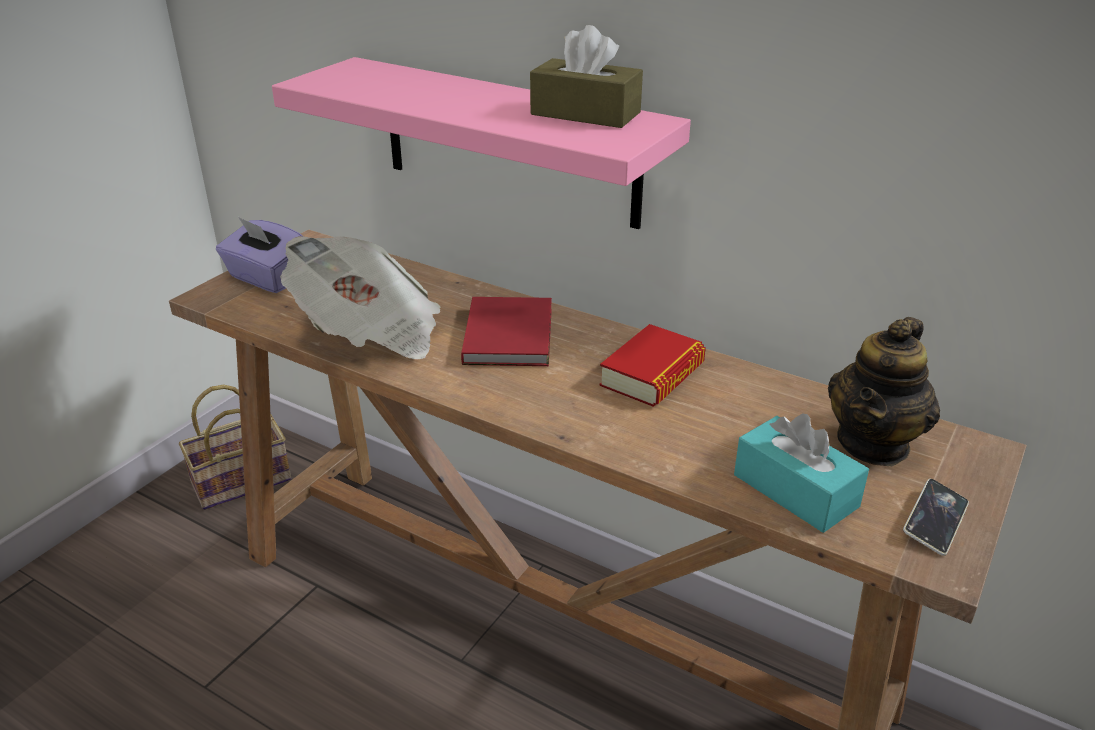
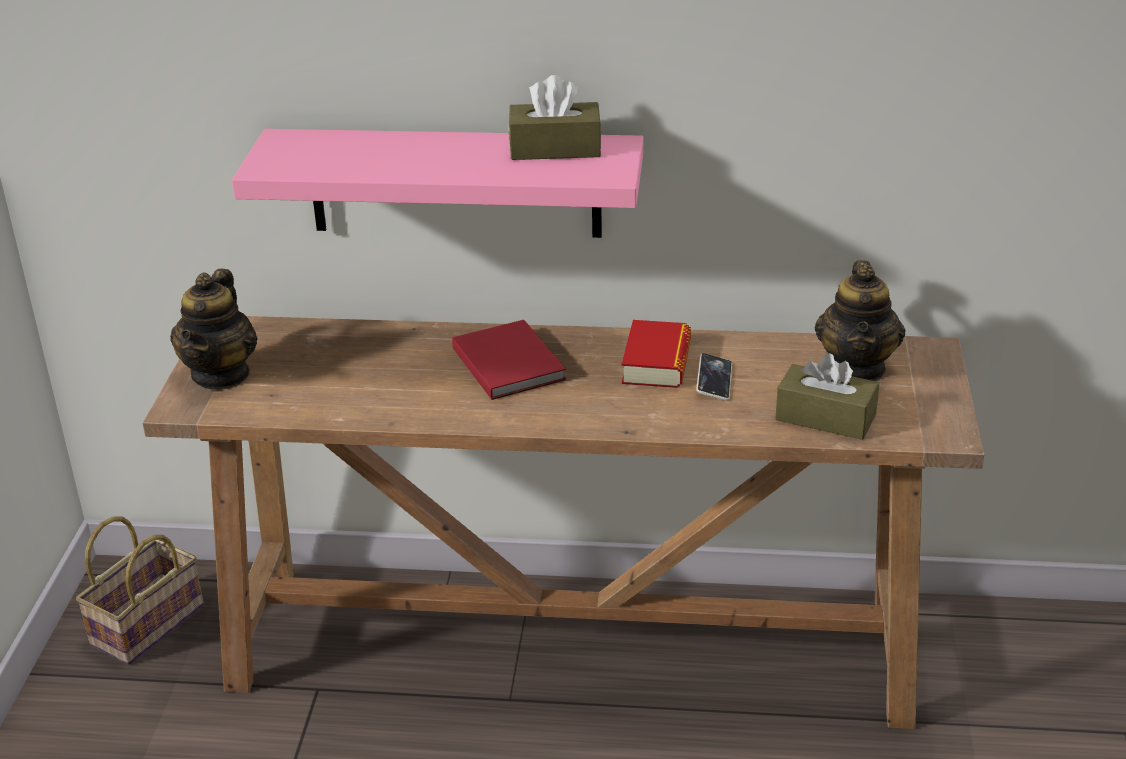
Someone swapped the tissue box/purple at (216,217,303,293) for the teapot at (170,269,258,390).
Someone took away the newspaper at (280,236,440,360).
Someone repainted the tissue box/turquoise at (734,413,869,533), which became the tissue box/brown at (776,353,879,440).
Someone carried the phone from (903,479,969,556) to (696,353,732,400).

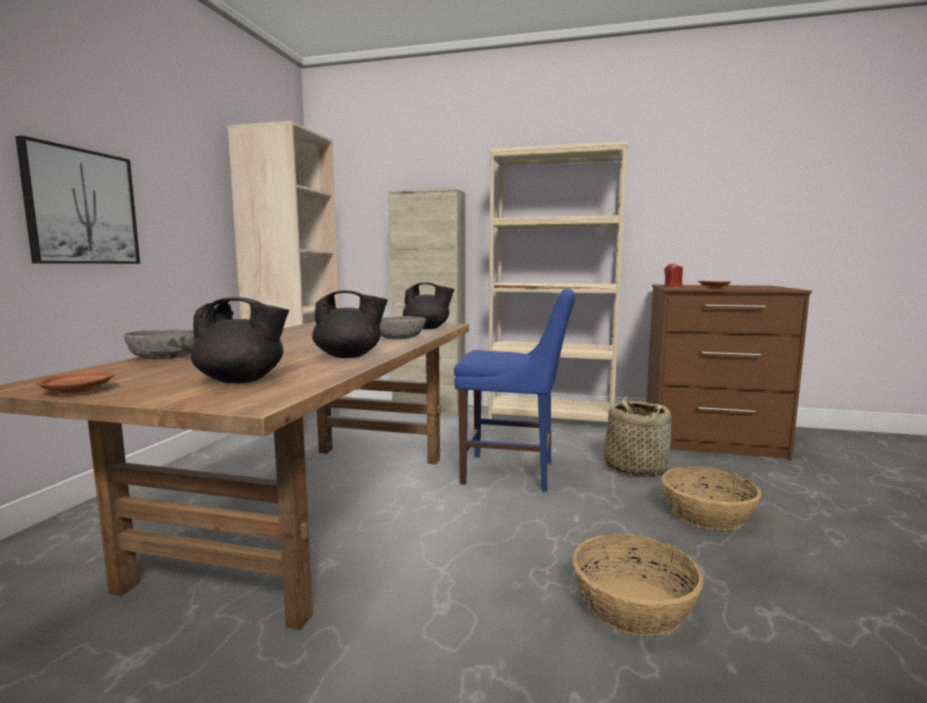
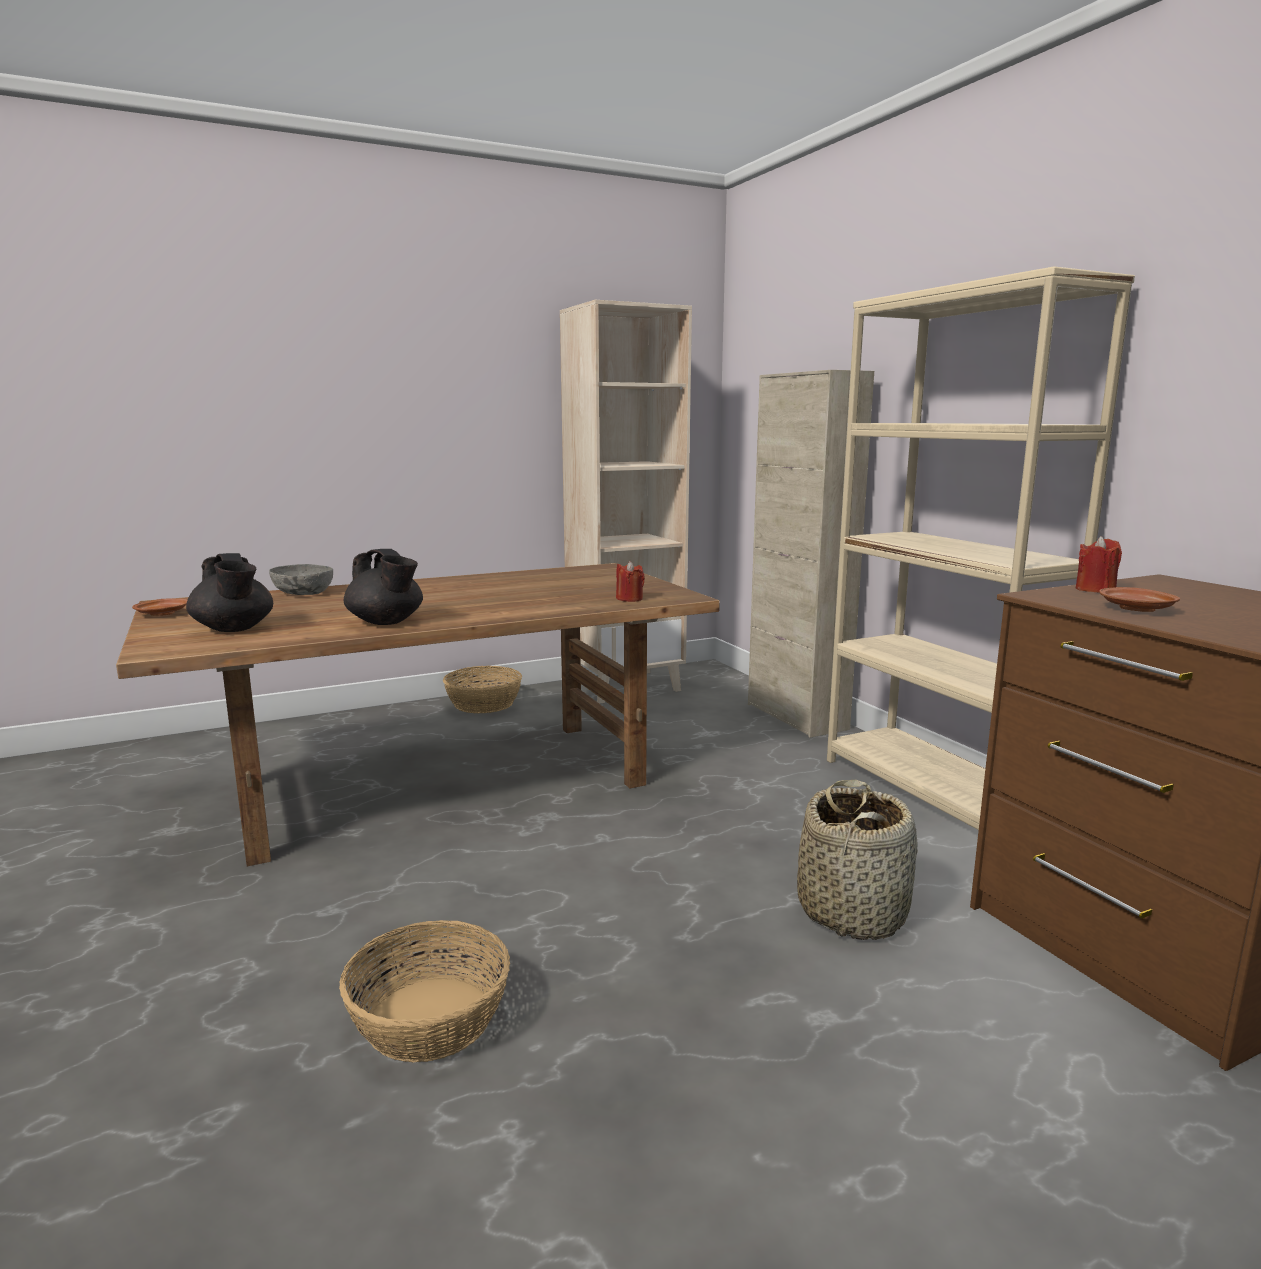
Someone took away the picture at (15,136,140,264).
Someone swapped the teapot/black at (403,282,454,329) for the candle/red at (616,561,645,602).
Someone took away the chair/blue at (454,289,575,492).
Someone took away the bowl/grey at (379,316,426,339).
Someone carried the basket from (662,466,762,531) to (443,666,522,713).

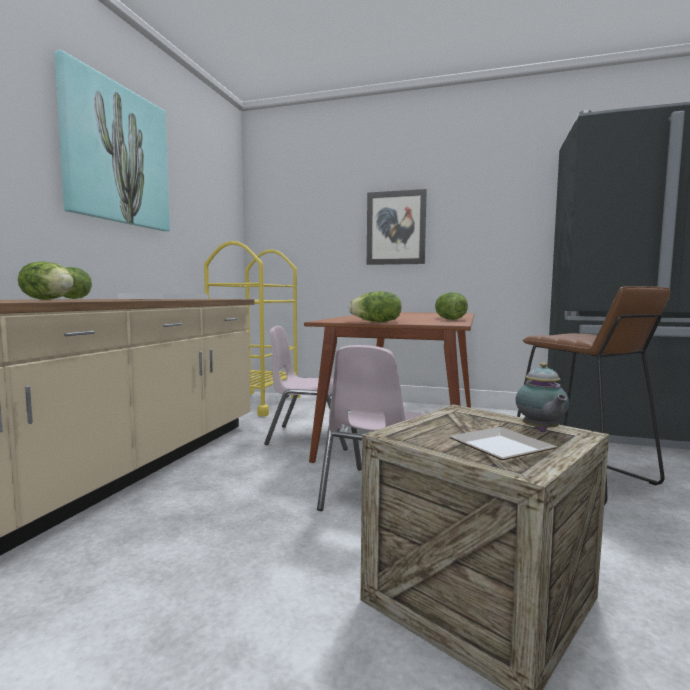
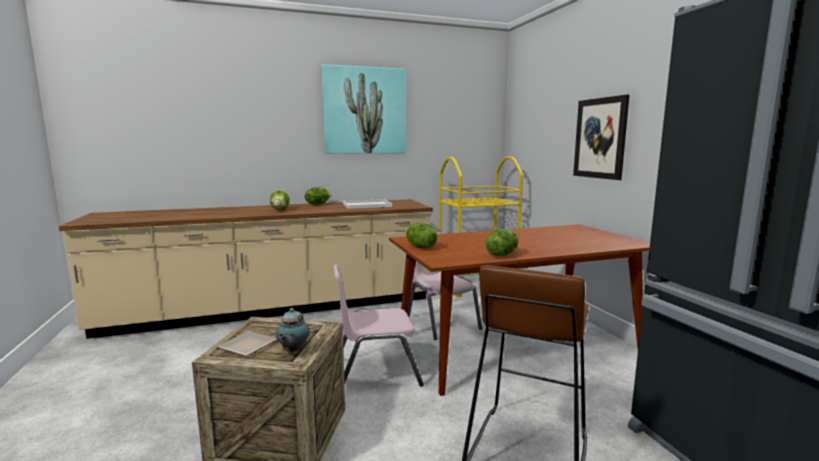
Someone rotated the teapot at (516,363,569,432) by 45 degrees counterclockwise.

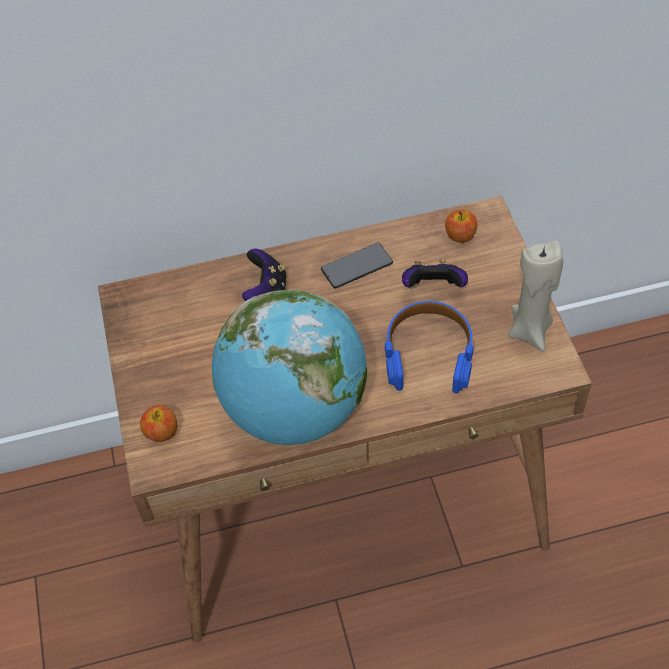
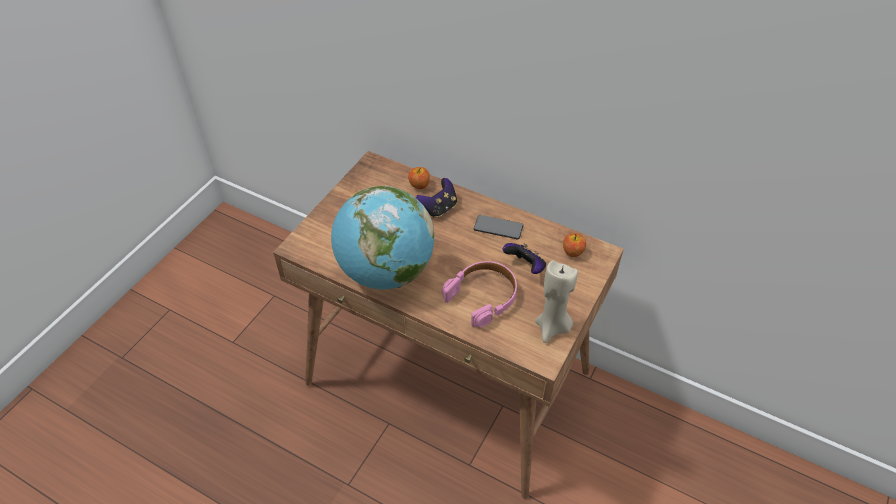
Someone repainted the headphones/blue at (385,301,474,393), which became the headphones/pink at (442,261,517,327).
Someone carried the apple from (140,405,177,442) to (408,167,430,189).

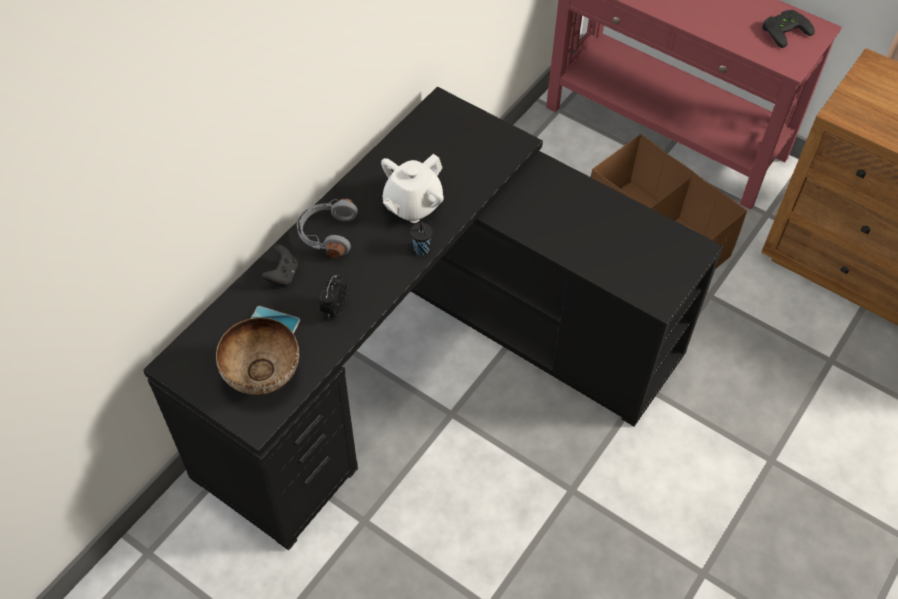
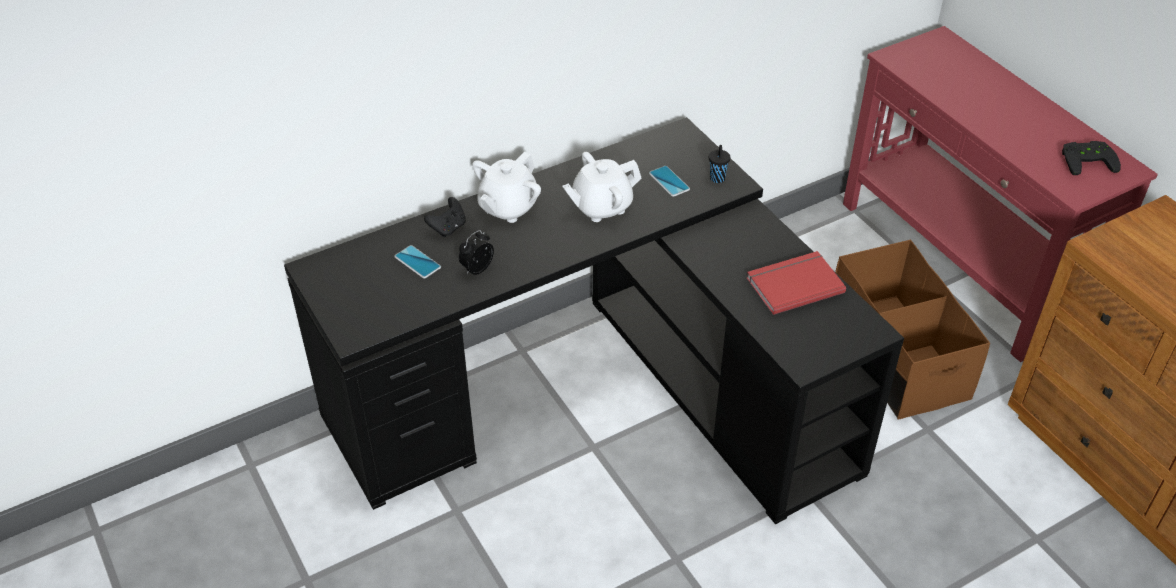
Someone swapped the headphones/grey at (297,198,358,258) for the teapot/white at (472,152,541,223).
Someone carried the cup/black from (410,222,433,255) to (709,145,730,183).
Someone took away the bowl at (216,318,299,395).
Someone put down the phone at (649,166,690,197).
Someone put down the book/red at (747,251,846,315).

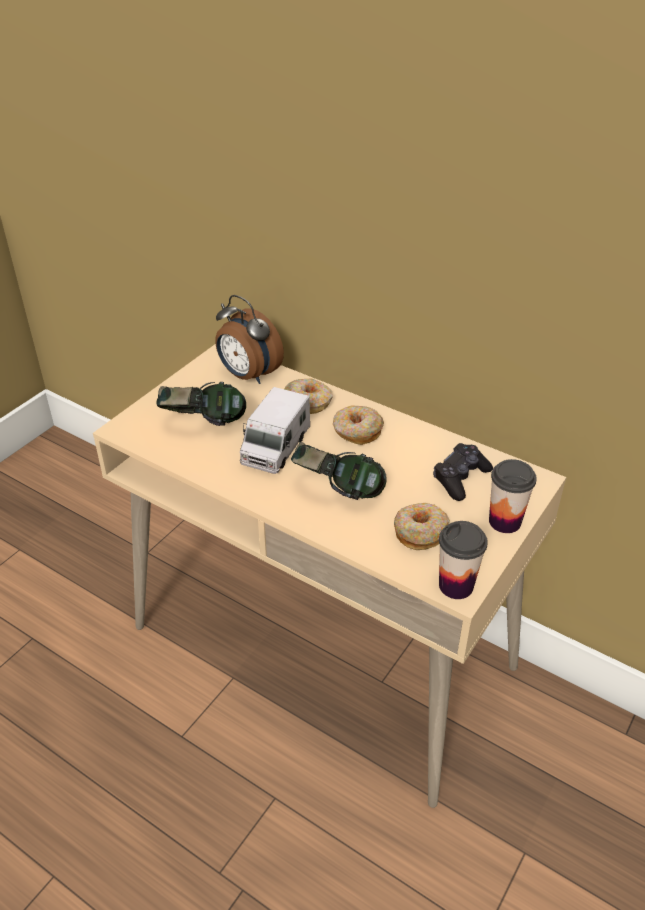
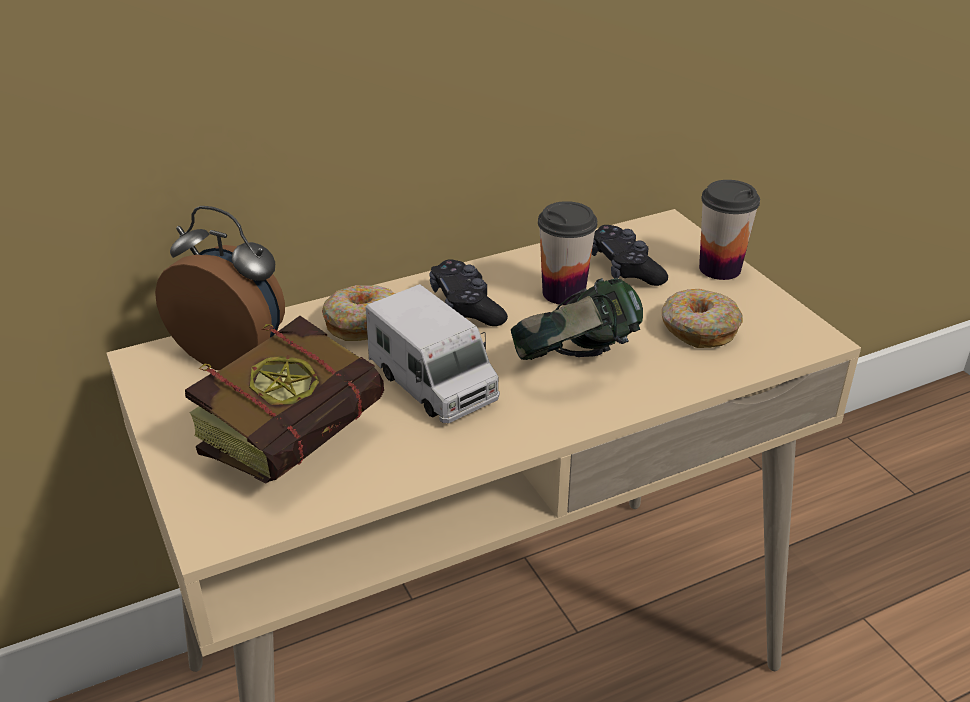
Someone rotated the alarm clock at (215,295,284,384) by 135 degrees counterclockwise.
Someone swapped the headphones at (157,382,246,426) for the book at (185,316,384,484).
Someone swapped the donut at (333,406,384,445) for the game controller/black at (429,259,508,326).
Someone carried the cup from (439,521,488,599) to (538,201,597,305).

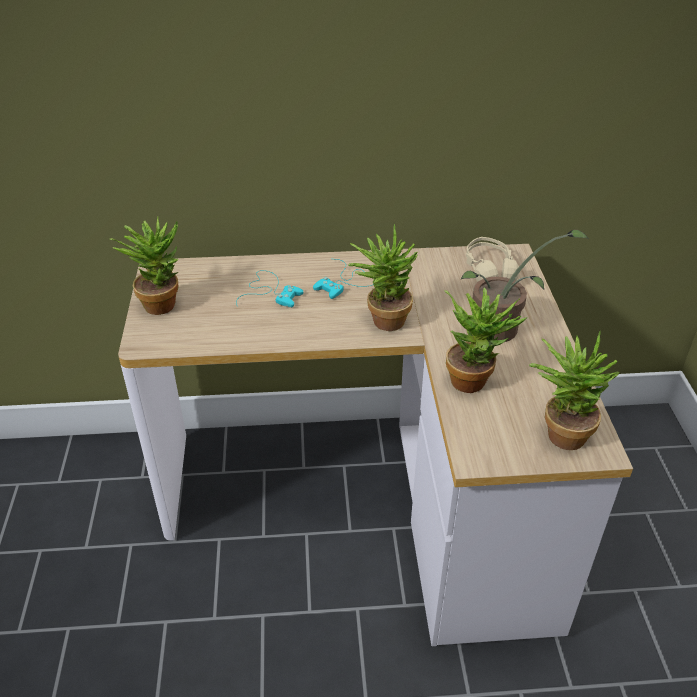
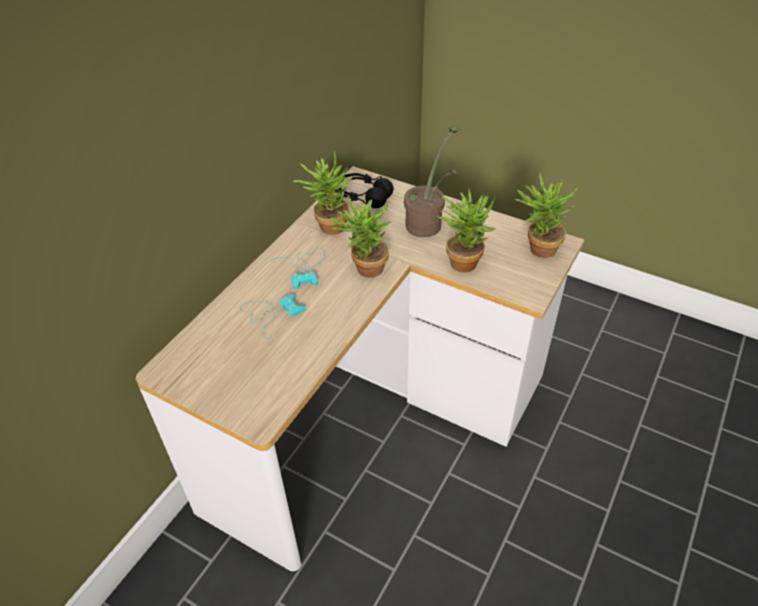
Someone carried the potted plant from (110,216,179,315) to (293,151,353,235).
Someone repainted the headphones/beige at (466,237,519,282), which became the headphones/black at (339,173,394,208).

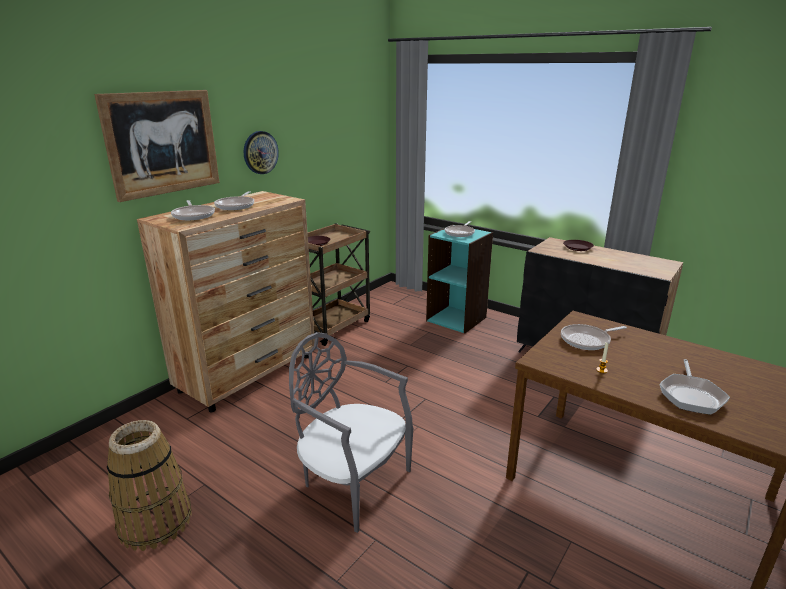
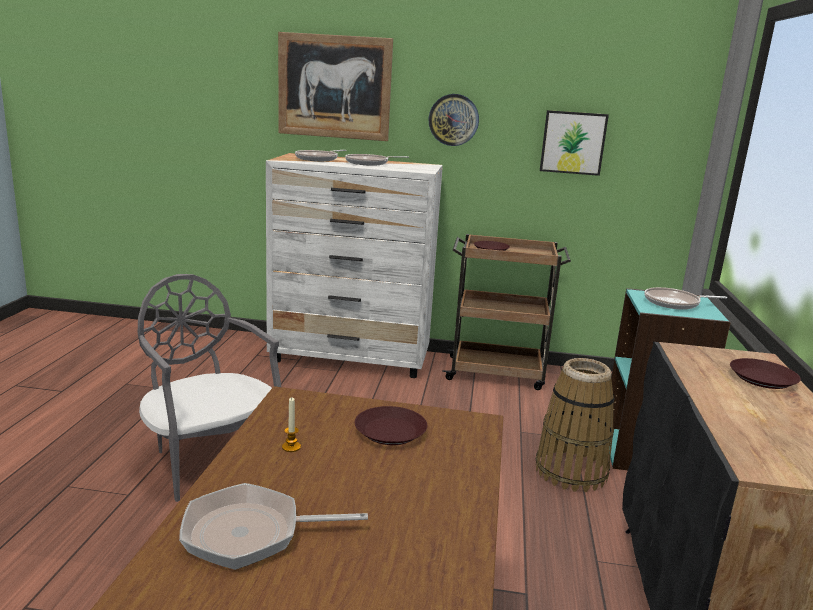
Someone repainted the dresser/brown at (137,191,315,412), which became the dresser/white at (266,153,443,378).
Someone swapped the frying pan at (561,324,627,350) for the plate/brown at (355,406,427,445).
Someone rotated the chair/grey at (289,332,413,533) by 45 degrees counterclockwise.
Someone carried the basket from (107,420,192,551) to (535,358,615,492).
Someone put up the picture at (540,110,609,176).

